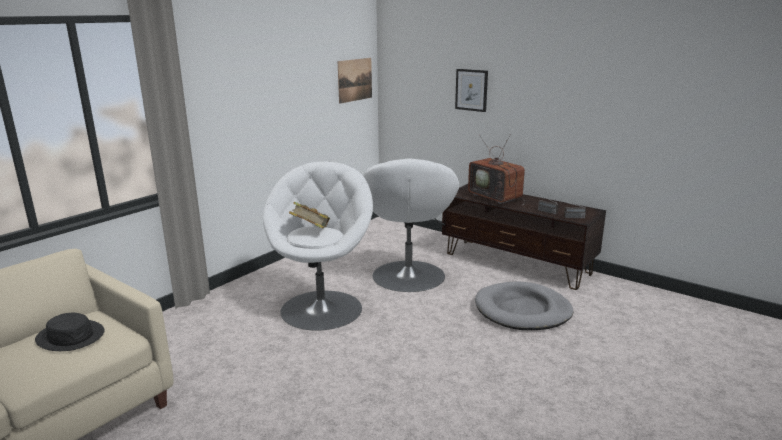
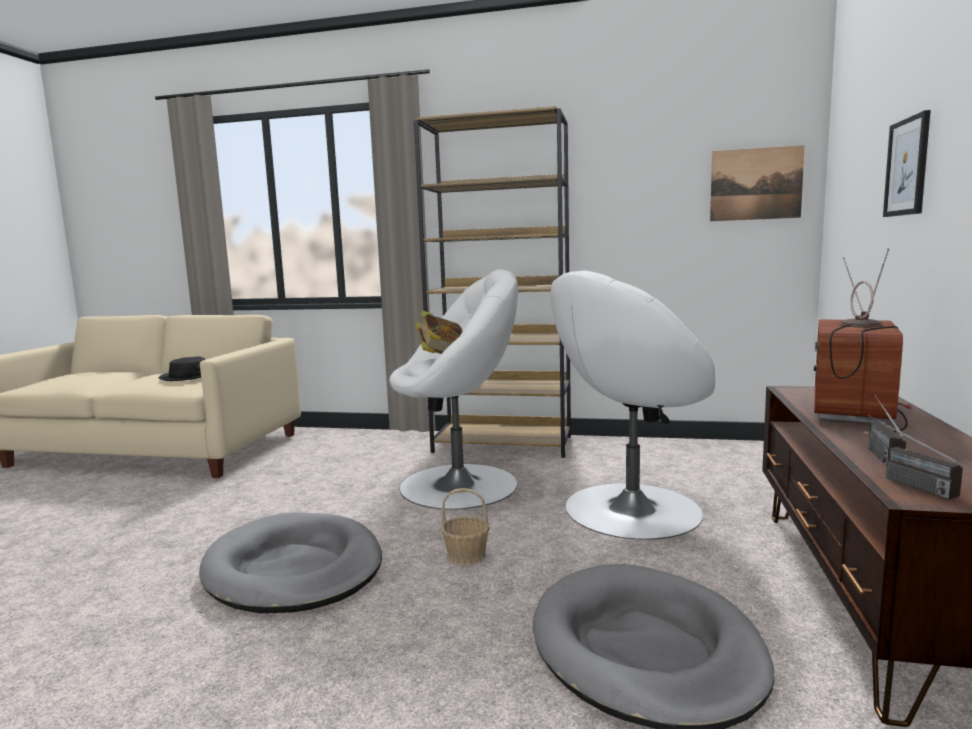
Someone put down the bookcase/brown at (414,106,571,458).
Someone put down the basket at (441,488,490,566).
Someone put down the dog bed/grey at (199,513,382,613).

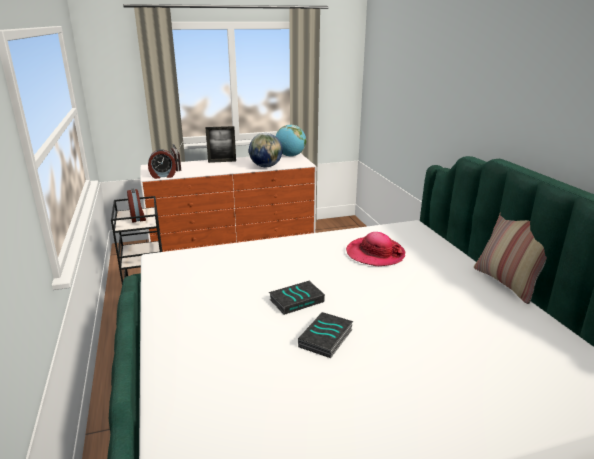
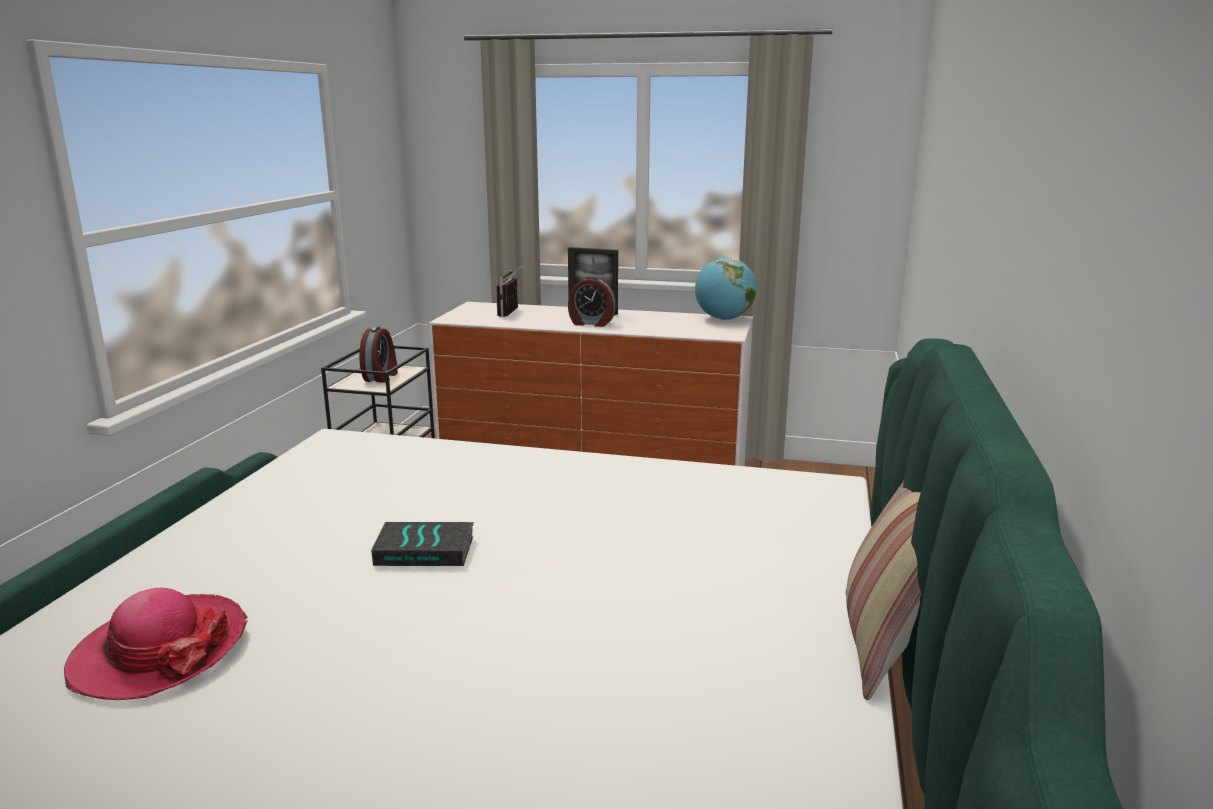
Someone took away the globe at (249,133,283,167).
Someone carried the alarm clock from (148,149,176,179) to (568,276,616,327).
Someone carried the hat from (346,232,405,266) to (64,588,248,700).
Someone took away the book at (298,312,353,358).

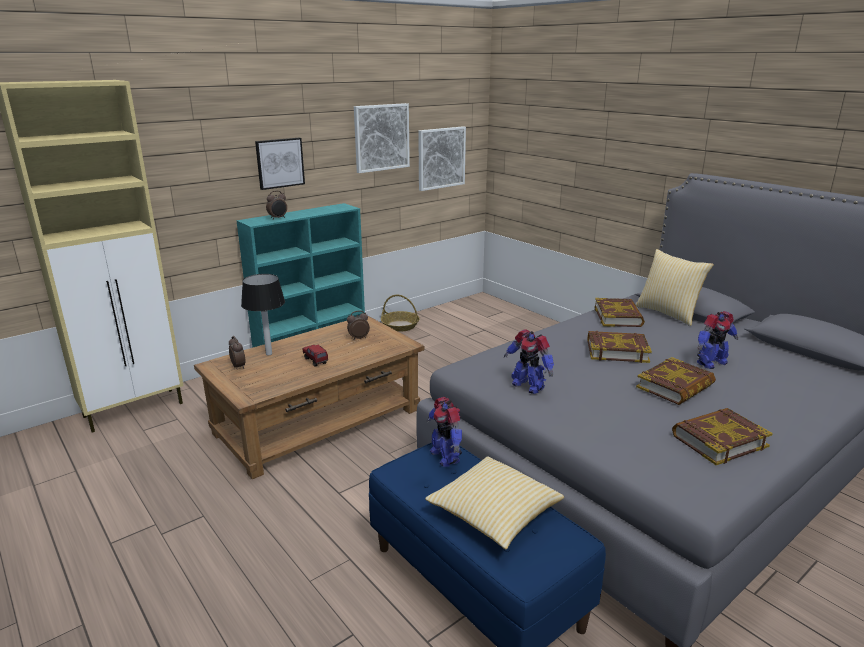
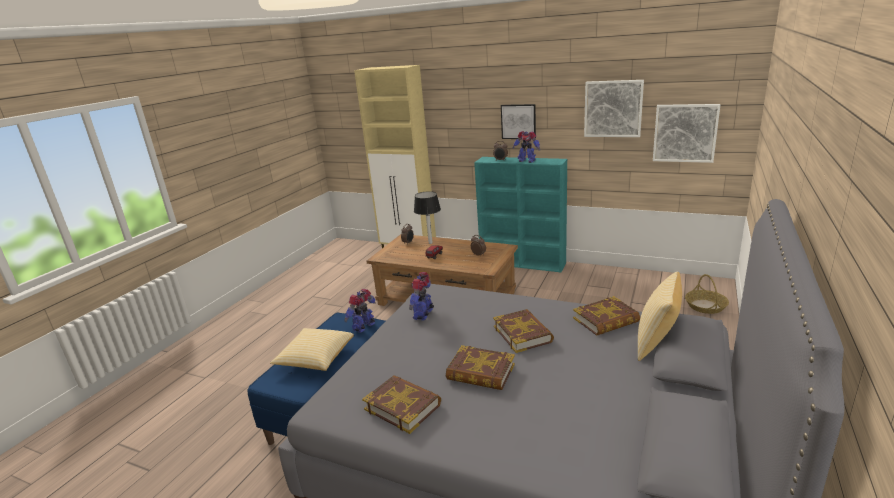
Someone carried the basket from (381,295,420,332) to (685,274,729,314).
Someone carried the toy robot from (697,311,738,369) to (512,131,540,163).

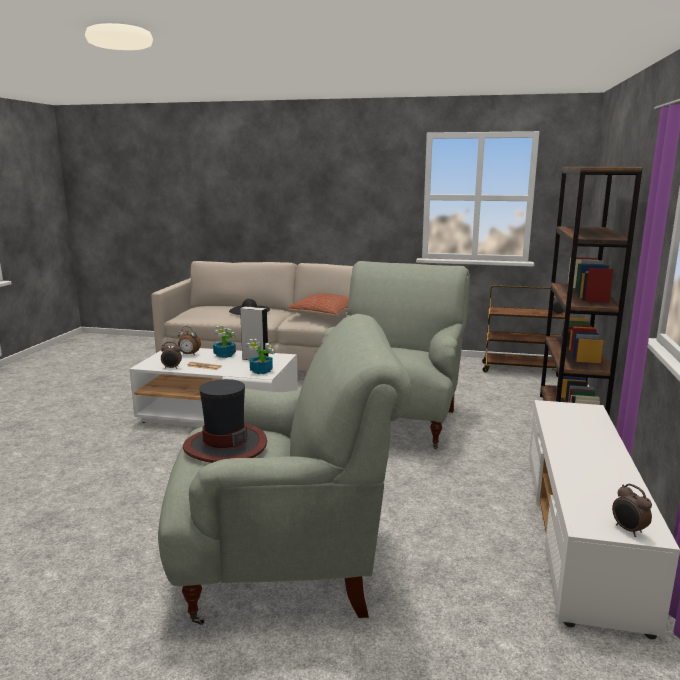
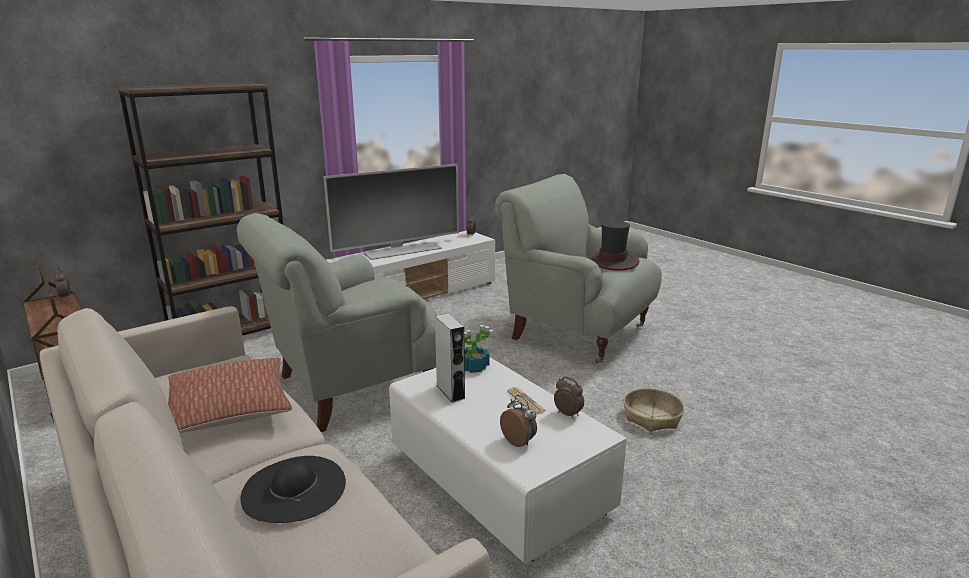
Someone took away the potted plant at (213,326,236,358).
Someone put down the television at (323,164,459,260).
Someone put down the basket at (624,388,684,432).

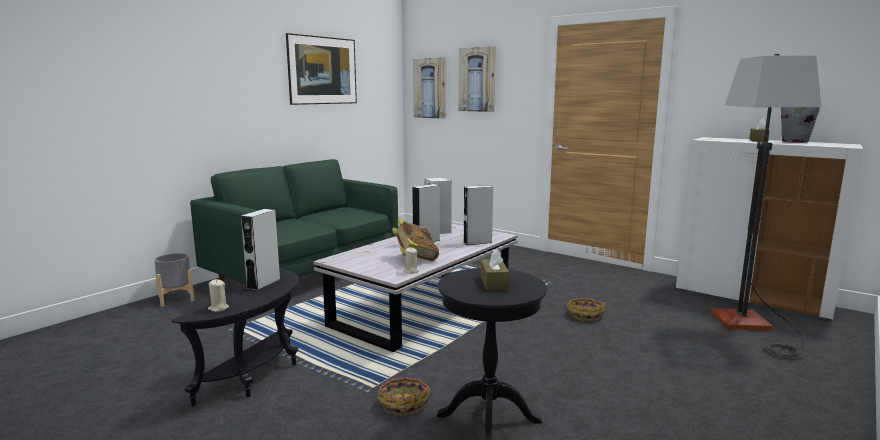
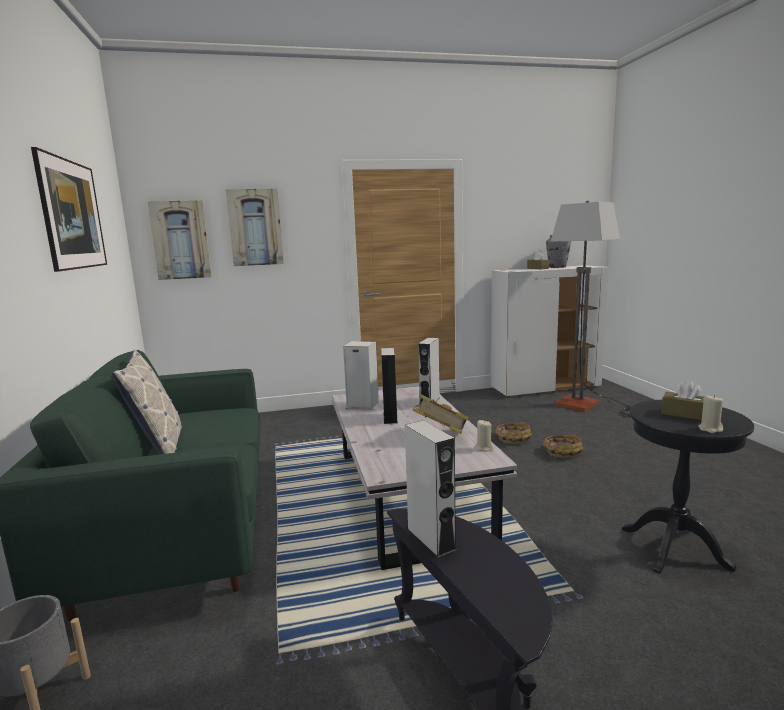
Someone carried the candle/beige from (208,279,229,312) to (698,395,723,433).
Someone carried the basket from (377,377,430,416) to (538,434,584,459).
Someone put down the pillow at (112,350,182,454).

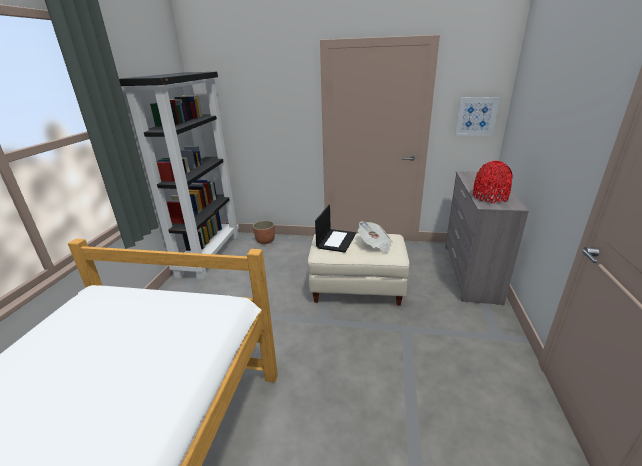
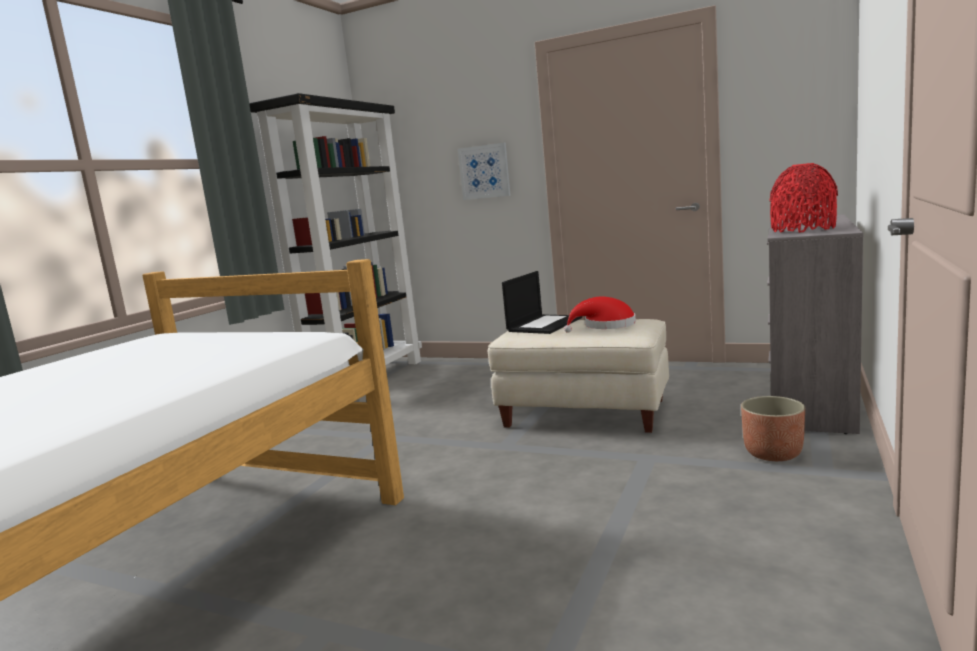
Someone carried the picture from (455,97,500,135) to (458,143,510,200).
Someone carried the planter from (253,220,275,244) to (741,396,805,461).
Someone swapped the newspaper at (358,221,393,253) for the hat/red at (564,297,636,332).

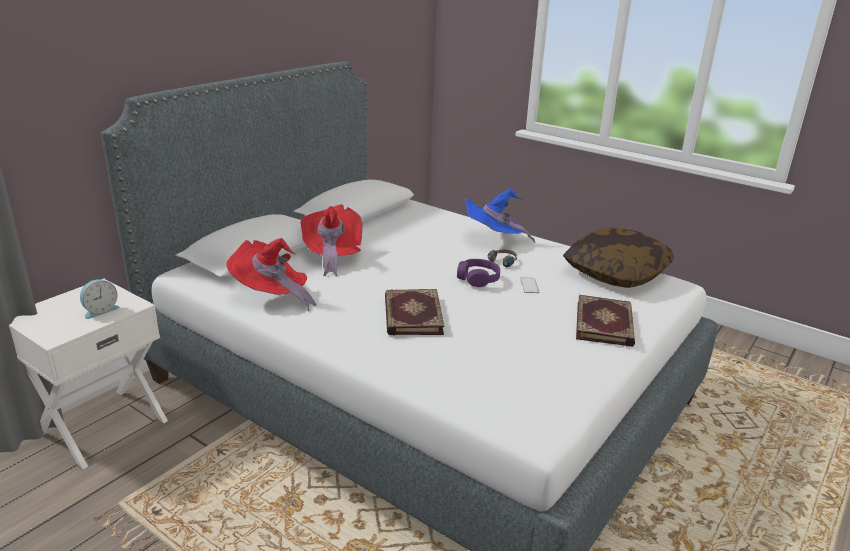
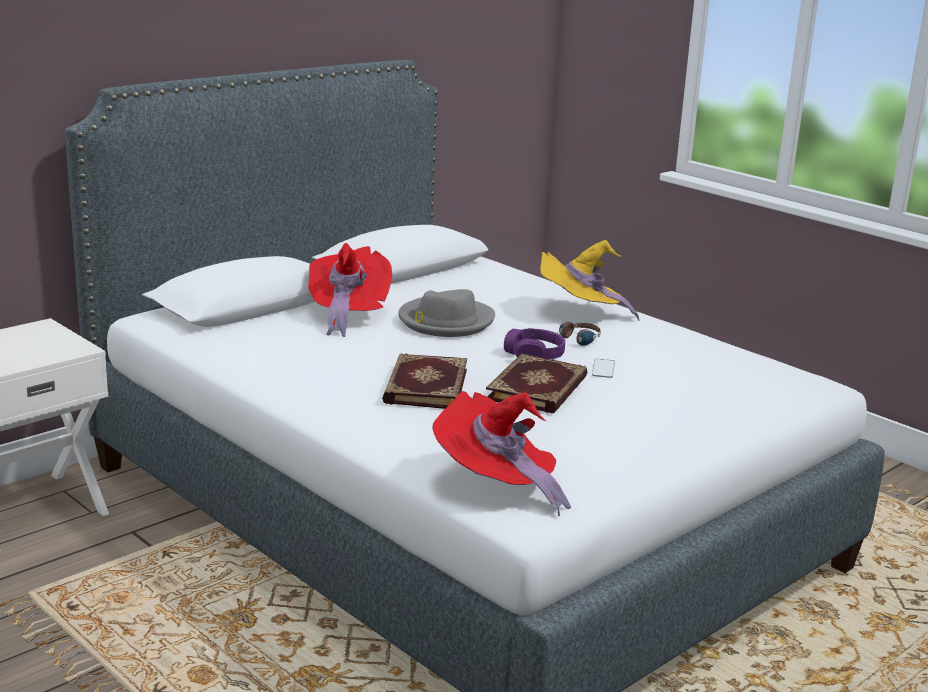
Someone repainted the hat/blue at (465,188,535,243), which became the hat/yellow at (540,240,639,321).
Someone took away the pillow at (563,227,674,288).
Someone carried the hat/red from (226,238,317,311) to (432,391,571,517).
Someone took away the alarm clock at (80,279,120,319).
Someone carried the book from (576,295,635,347) to (486,353,588,413).
Someone put down the hat/grey at (398,289,495,337).

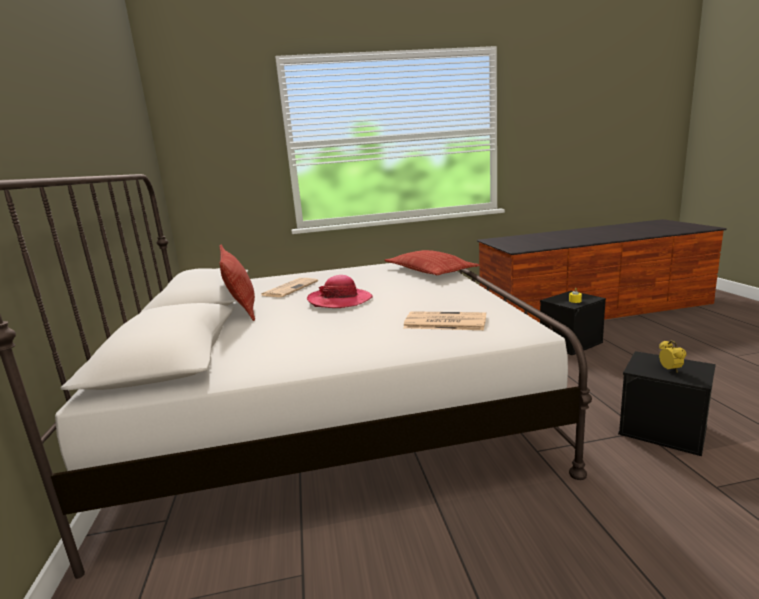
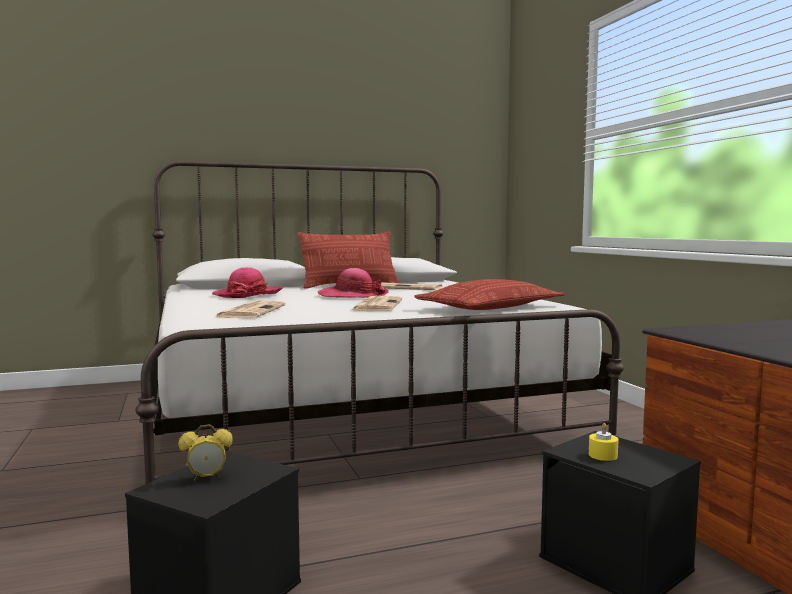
Someone put down the hat at (212,267,283,298).
Someone put down the newspaper at (351,296,402,311).

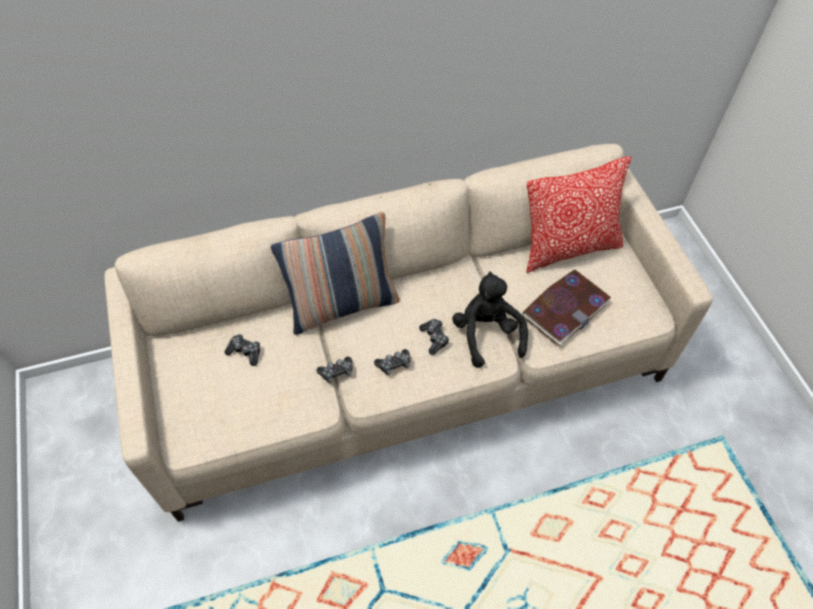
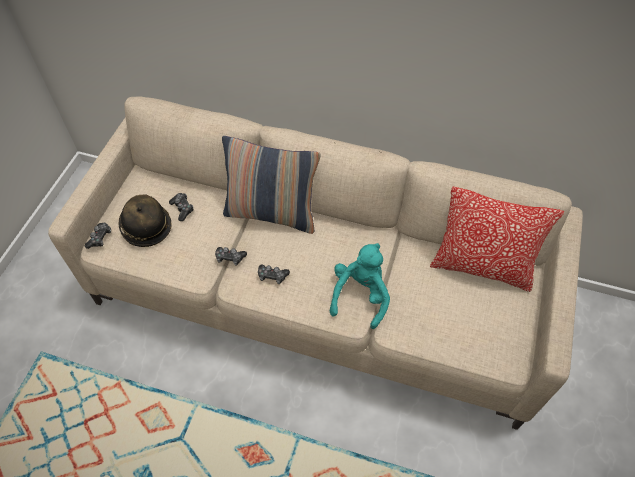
Someone took away the book at (522,269,611,346).
Someone repainted the plush toy/black at (452,271,528,368), which became the plush toy/turquoise at (330,243,390,329).
Someone carried the game controller from (419,319,449,355) to (85,223,111,249).
Someone put down the hat at (119,194,171,247).

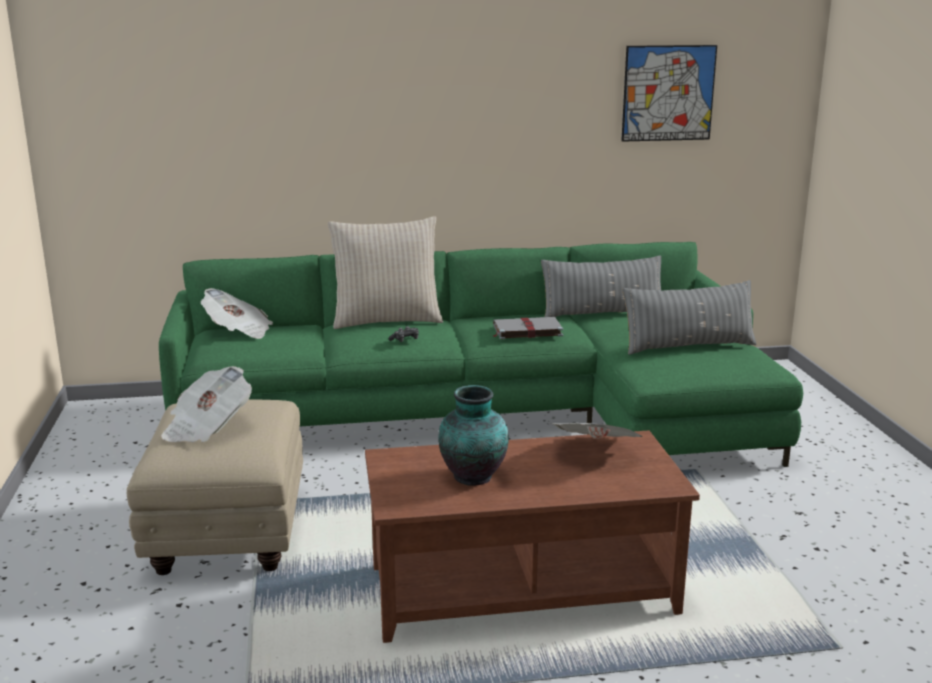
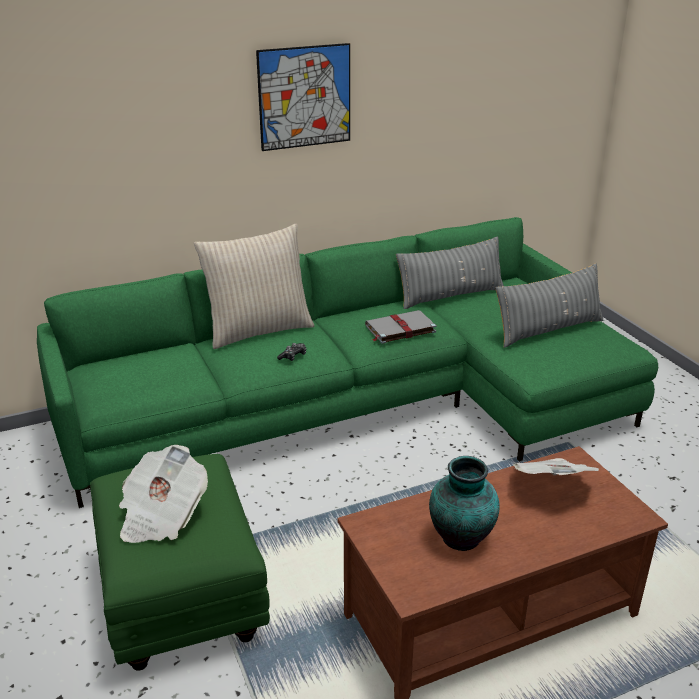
Someone carried the picture from (621,45,717,142) to (256,43,350,151).
Someone took away the newspaper at (200,288,273,339).
Someone repainted the ottoman/beige at (127,399,303,575), which became the ottoman/green at (90,454,270,671).

